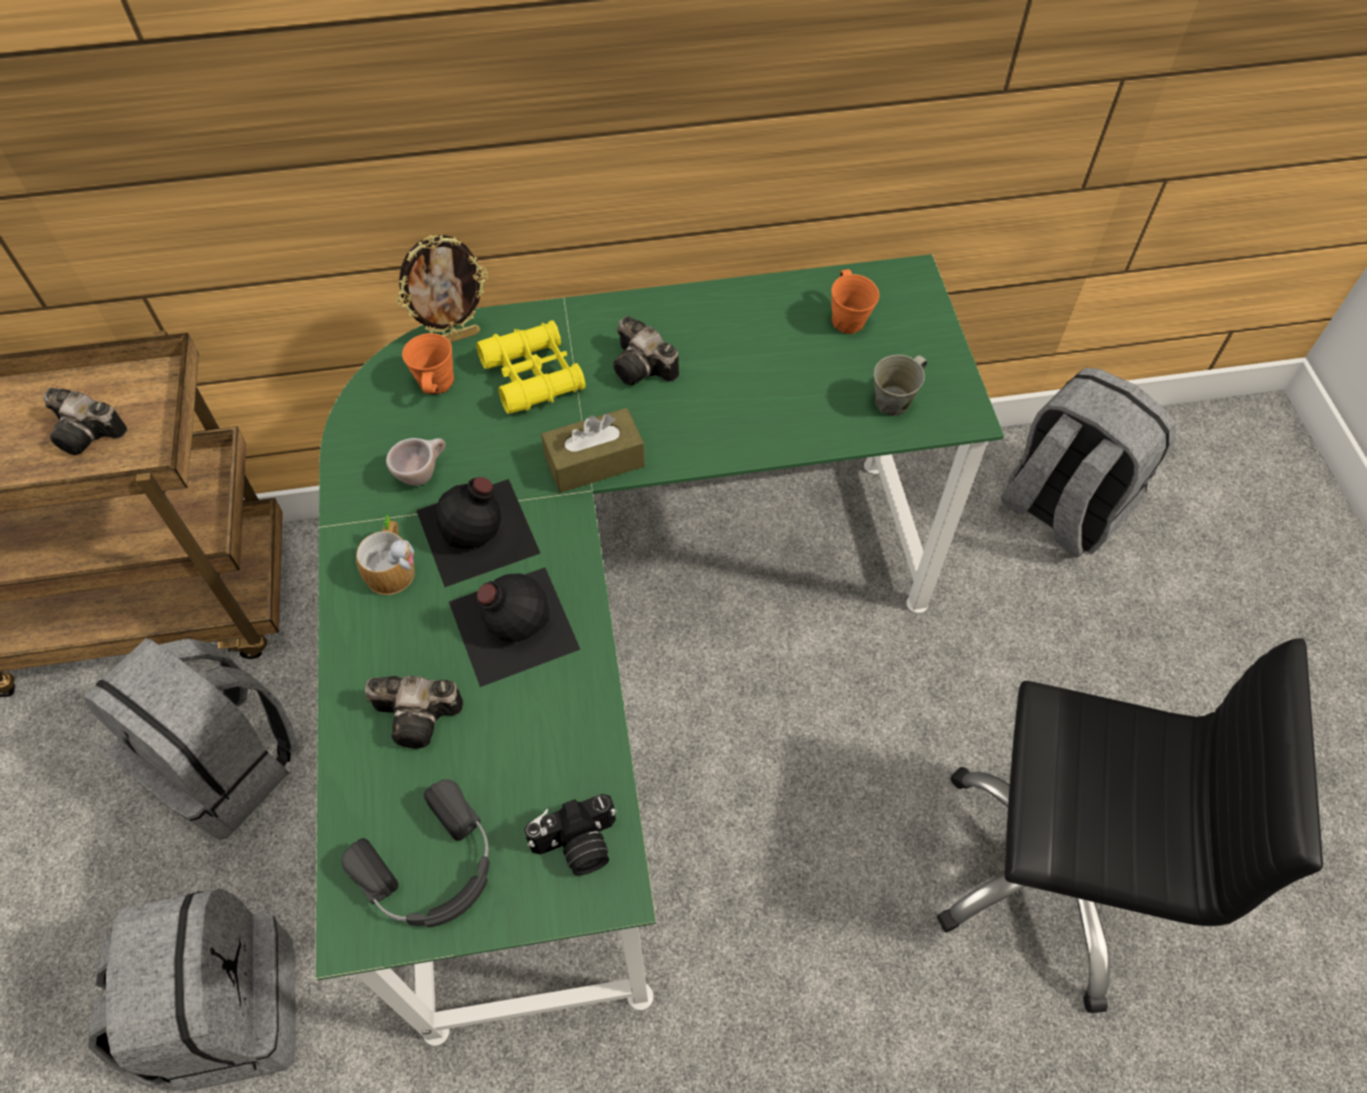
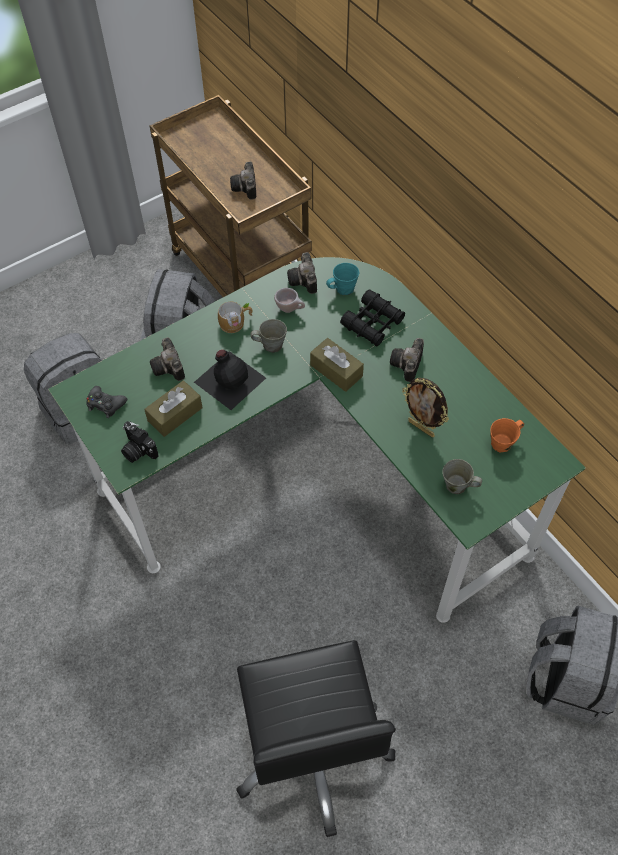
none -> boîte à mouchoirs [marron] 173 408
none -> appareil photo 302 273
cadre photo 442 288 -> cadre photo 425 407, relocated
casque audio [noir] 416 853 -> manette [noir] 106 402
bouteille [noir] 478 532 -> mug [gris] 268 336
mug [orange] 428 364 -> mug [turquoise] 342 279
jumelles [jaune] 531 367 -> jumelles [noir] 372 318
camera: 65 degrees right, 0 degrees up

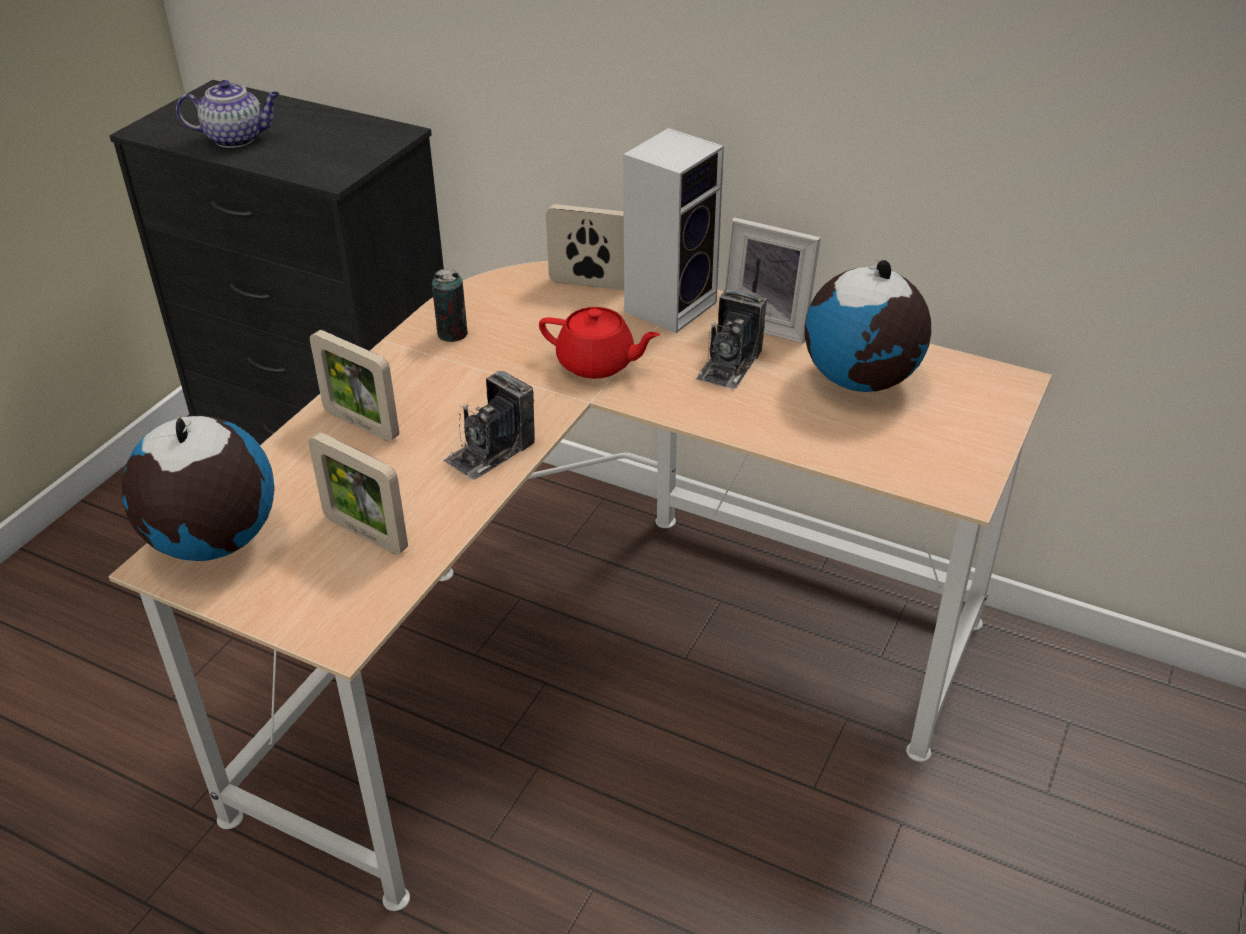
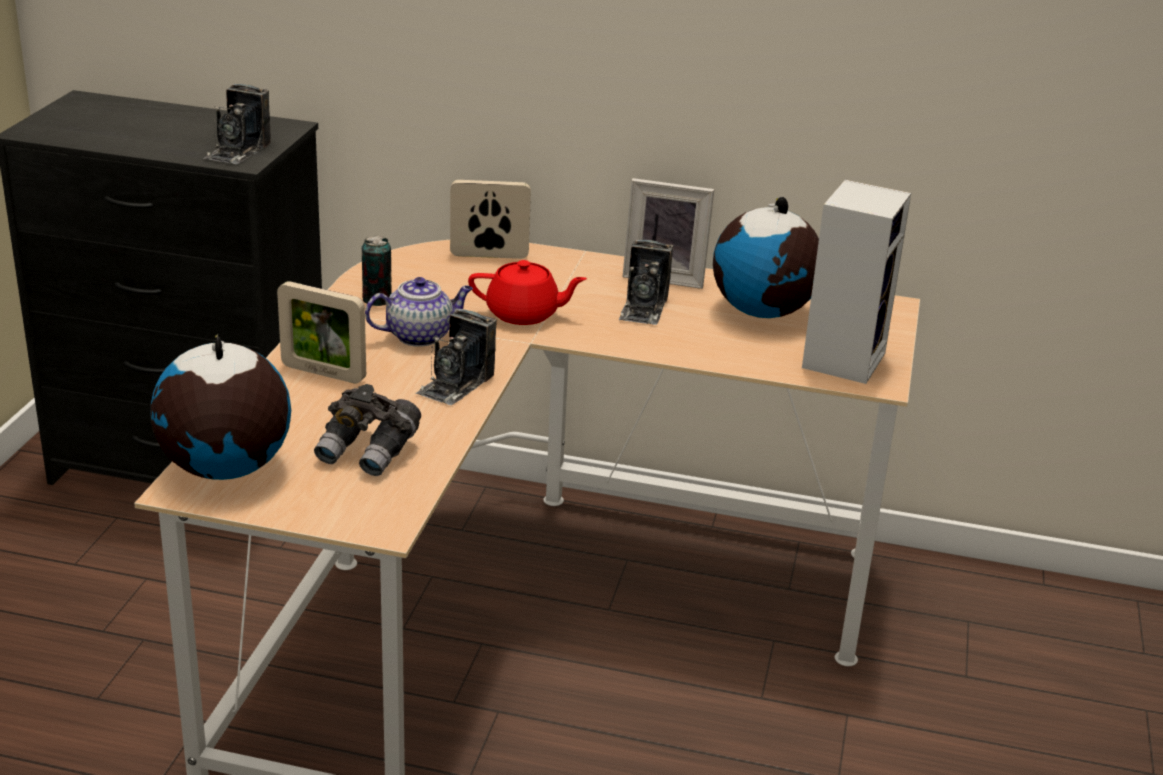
none -> appareil photo 236 124
théière 228 114 -> théière 419 312, relocated
enceinte 673 230 -> enceinte 856 282, relocated
cadre photo 358 493 -> jumelles [gris] 367 430
camera: 15 degrees left, 10 degrees down

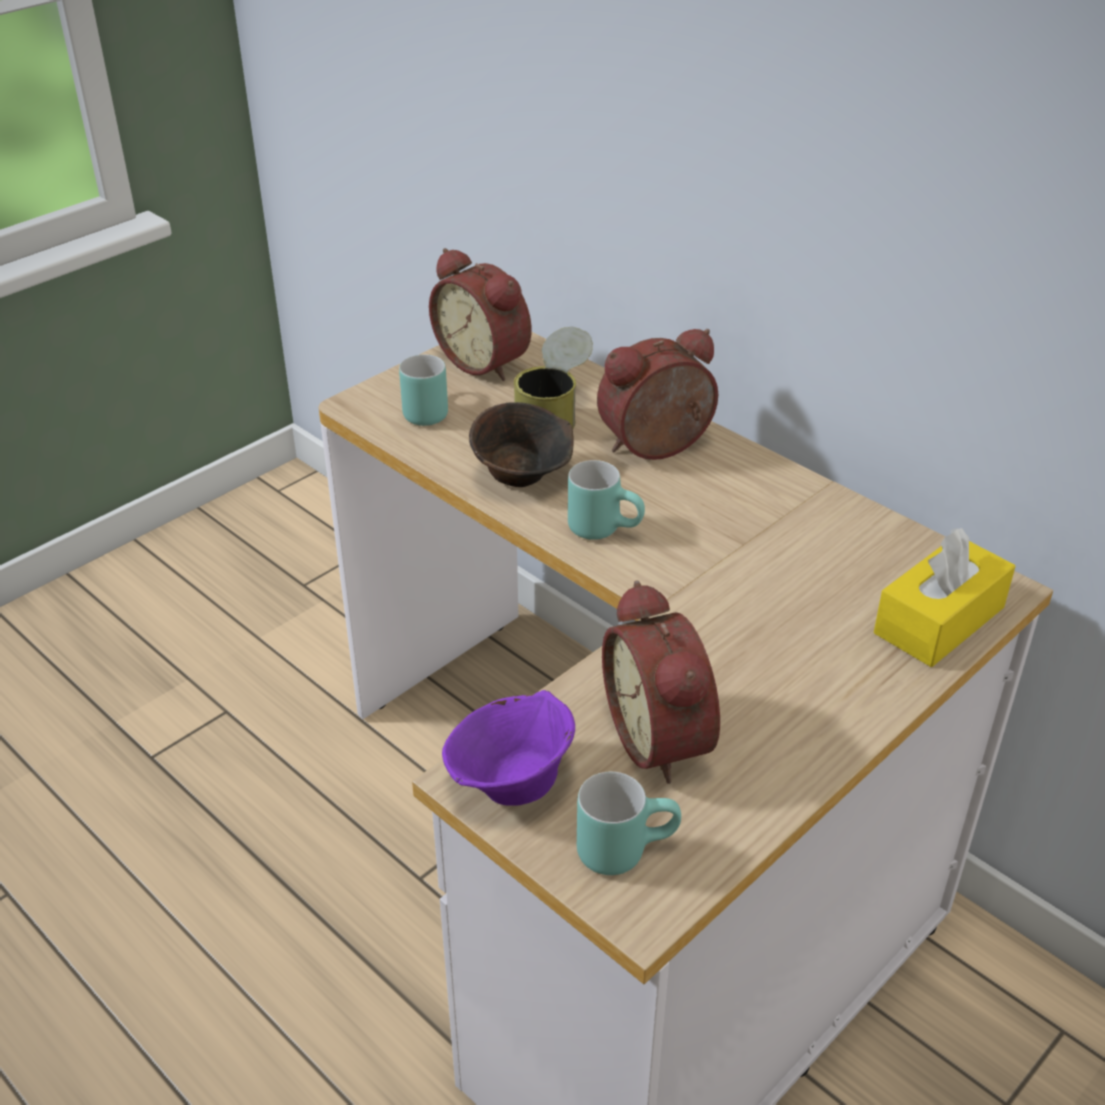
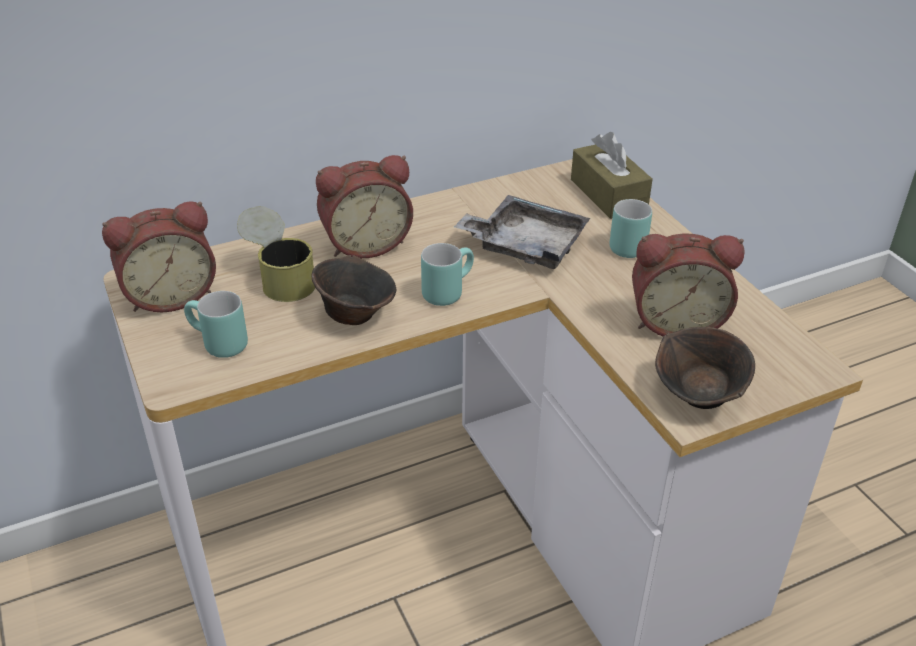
none -> plateau [gris] 522 232
mug [turquoise] 629 823 -> mug [turquoise] 630 228, relocated
bol [violet] 508 748 -> bol [marron] 705 368
boîte à mouchoirs [jaune] 945 597 -> boîte à mouchoirs [marron] 612 175
réveil 657 394 -> réveil 364 206, 105 degrees counterclockwise
camera: 70 degrees left, 0 degrees up

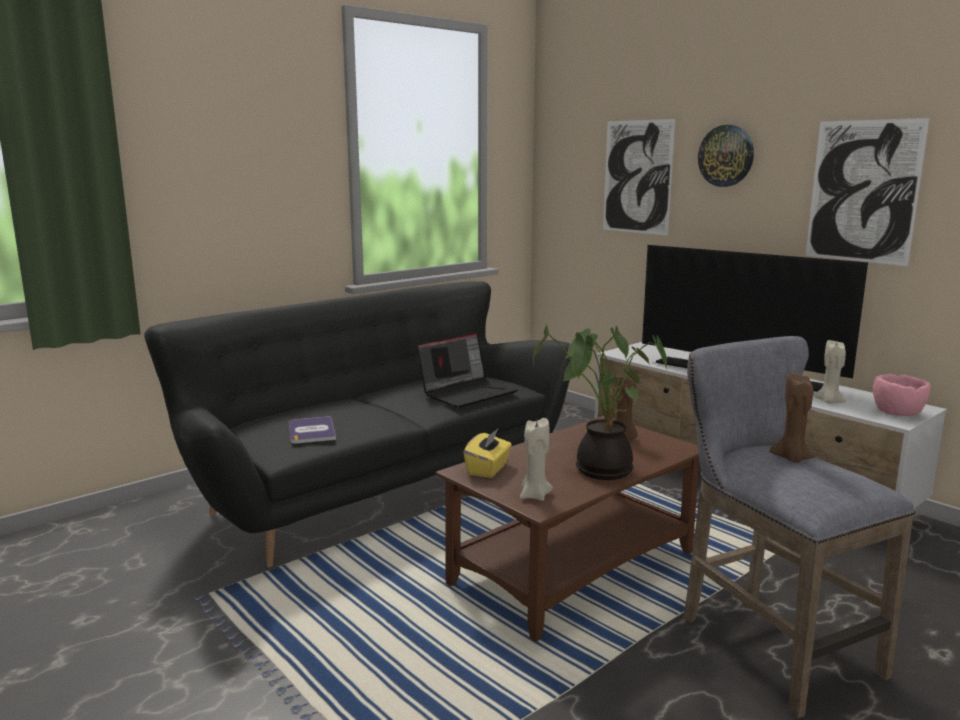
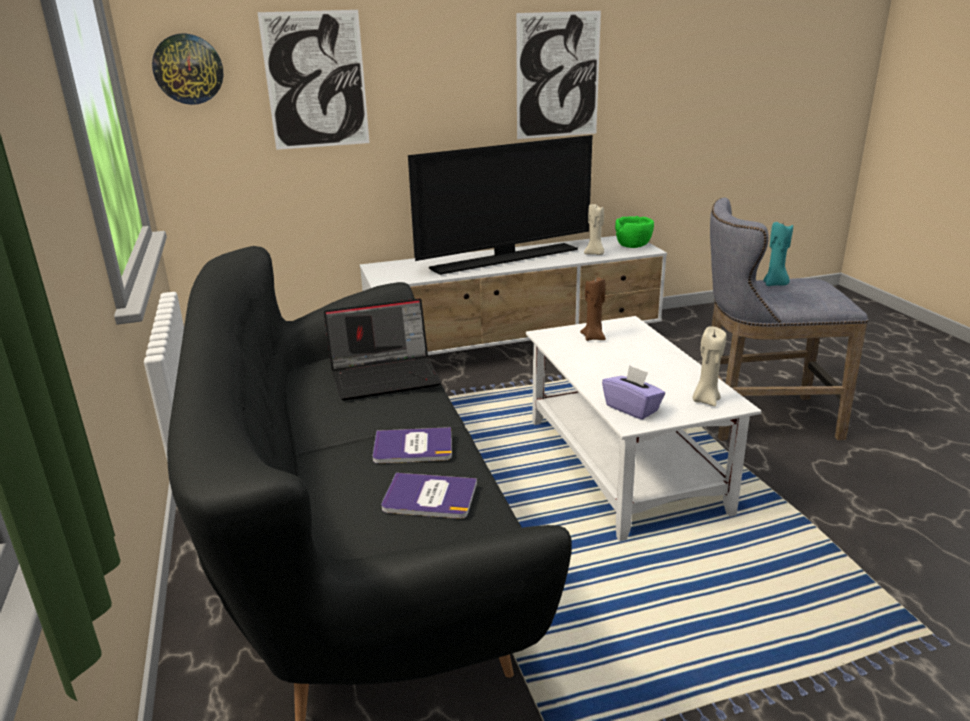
plante en pot 600 402 -> none
none -> livre 412 445
horloge murale 726 156 -> horloge murale 187 69, relocated
table basse [marron] 567 529 -> table basse [blanc] 643 428
boîte à mouchoirs [jaune] 487 453 -> boîte à mouchoirs [violet] 633 392
bougie [marron] 792 418 -> bougie [turquoise] 778 253
bol [rose] 902 395 -> bol [vert] 634 232
ordinateur portable 467 370 -> ordinateur portable 383 349, 90 degrees clockwise
camera: 65 degrees left, 10 degrees up

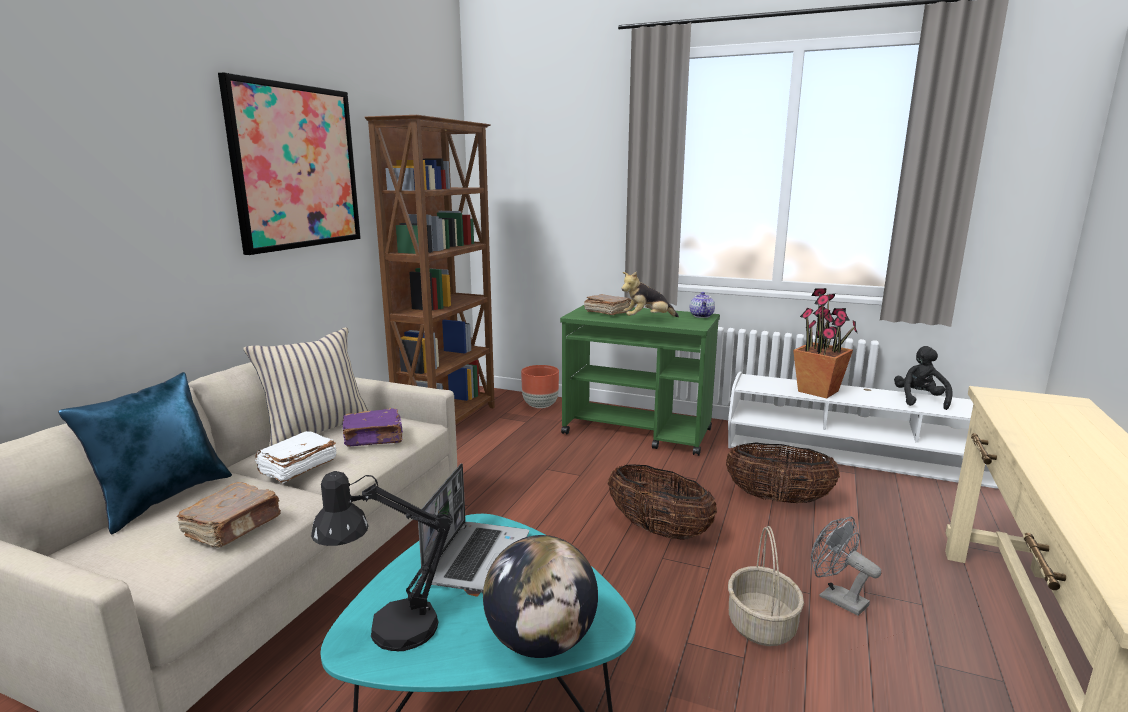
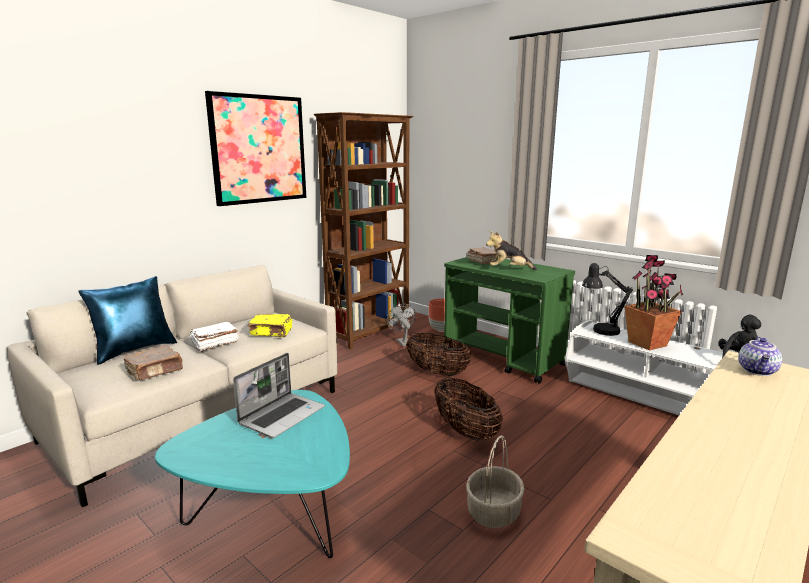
coussin [beige] 306 386 -> none
globe 540 596 -> none
lampe de table [noir] 382 561 -> lampe de table [noir] 607 299, relocated
théière 702 305 -> théière 760 356, relocated
panier 783 473 -> panier 438 354, relocated
ventilateur [gris] 846 566 -> ventilateur [gris] 401 325, relocated
livre [violet] 373 427 -> livre [jaune] 270 325
camera: 20 degrees right, 0 degrees up

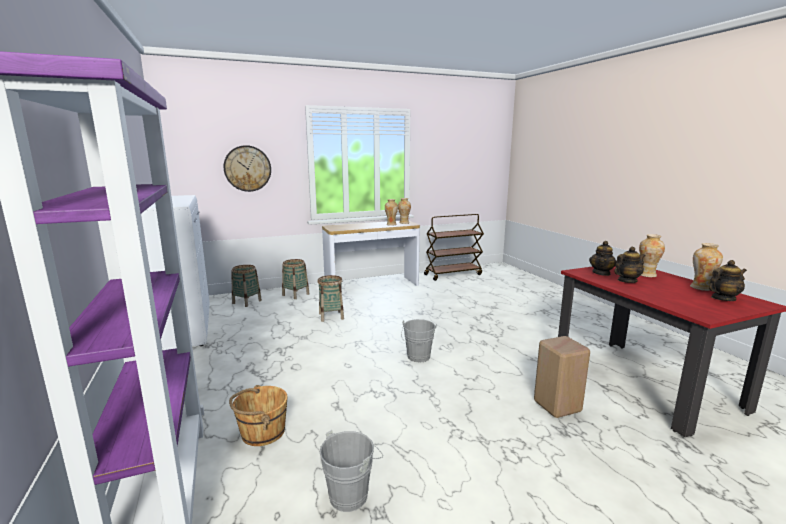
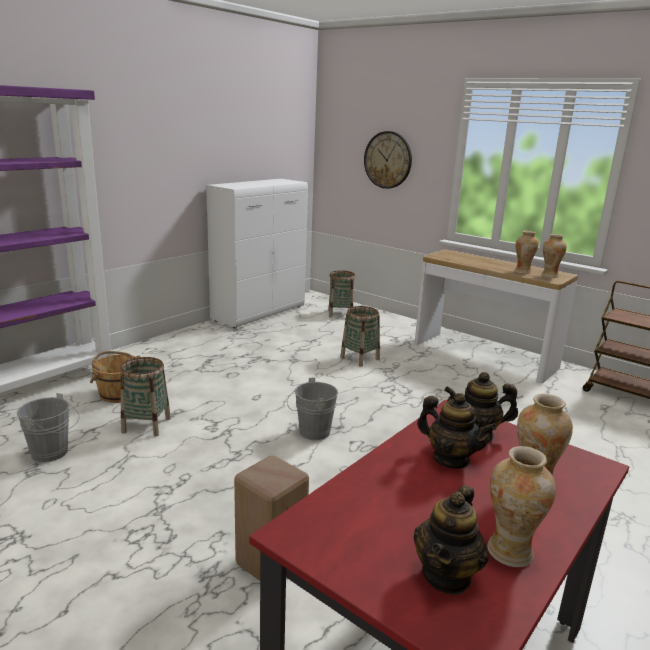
panier 295 279 -> panier 145 397, relocated
théière 728 280 -> théière 451 540, 75 degrees clockwise
camera: 60 degrees right, 5 degrees up

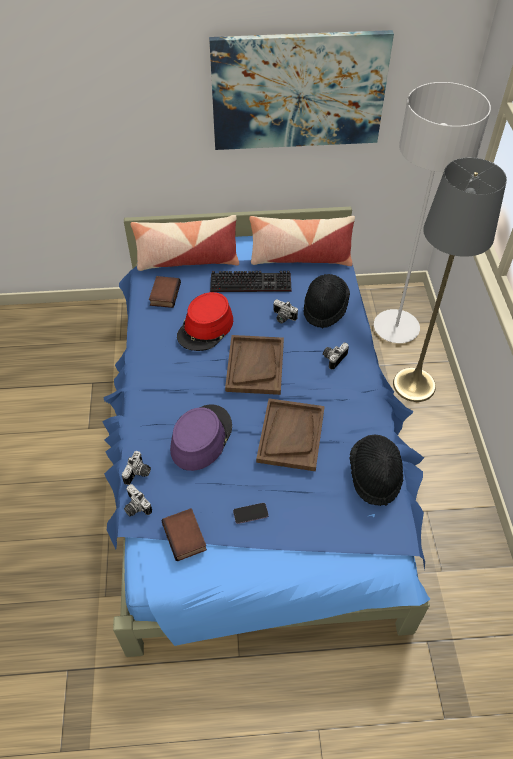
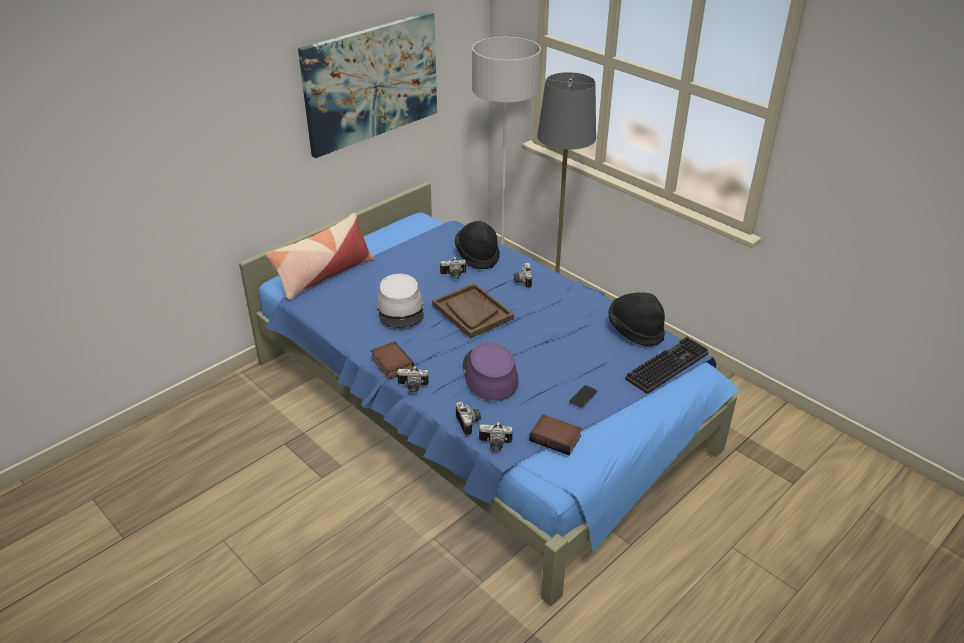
coussin 302 241 -> none
plateau [marron] 290 434 -> none
none -> appareil photo 413 379
livre 165 292 -> livre 392 360, relocated
clavier 250 281 -> clavier 667 365, relocated
chapeau [rouge] 205 321 -> chapeau [gris] 400 301
camera: 40 degrees left, 15 degrees down

